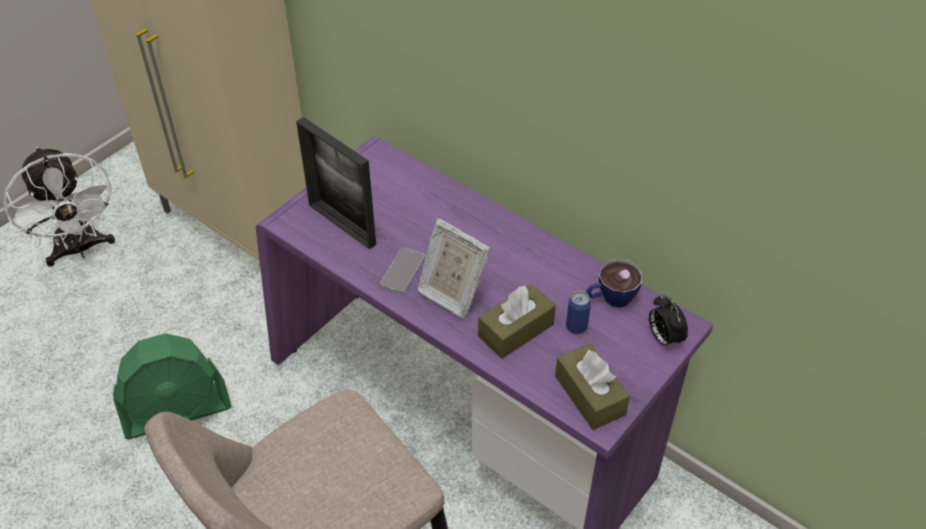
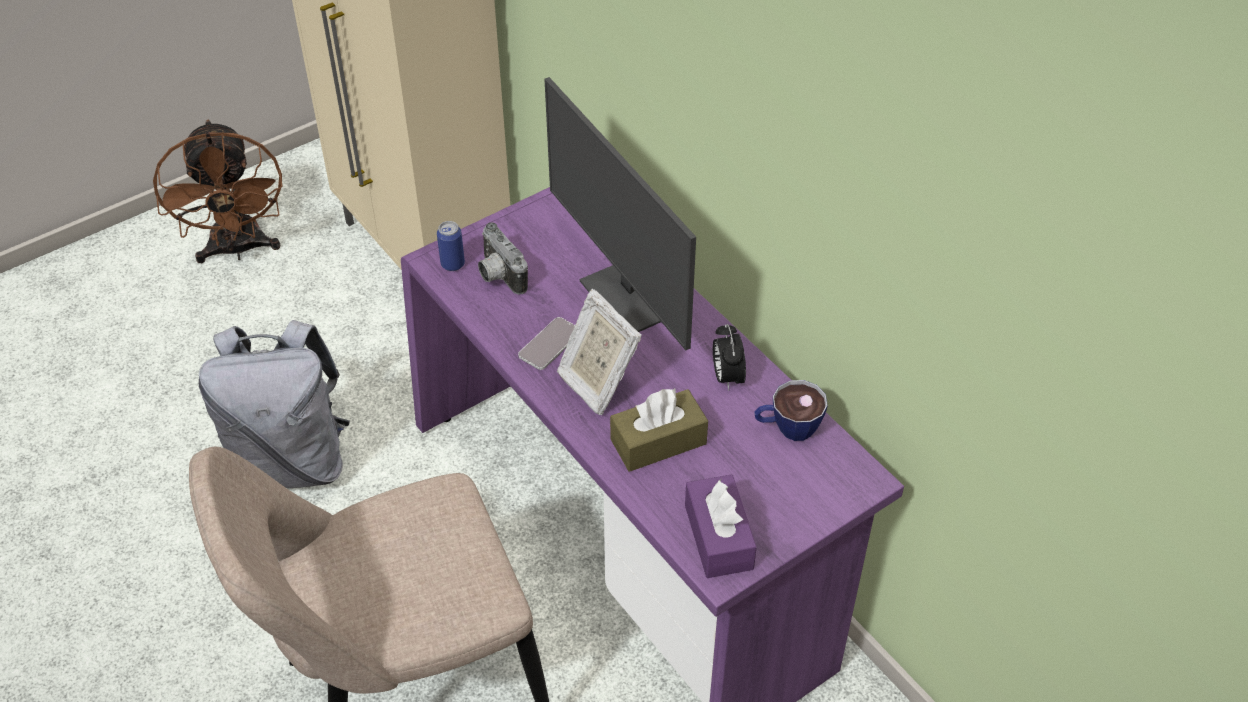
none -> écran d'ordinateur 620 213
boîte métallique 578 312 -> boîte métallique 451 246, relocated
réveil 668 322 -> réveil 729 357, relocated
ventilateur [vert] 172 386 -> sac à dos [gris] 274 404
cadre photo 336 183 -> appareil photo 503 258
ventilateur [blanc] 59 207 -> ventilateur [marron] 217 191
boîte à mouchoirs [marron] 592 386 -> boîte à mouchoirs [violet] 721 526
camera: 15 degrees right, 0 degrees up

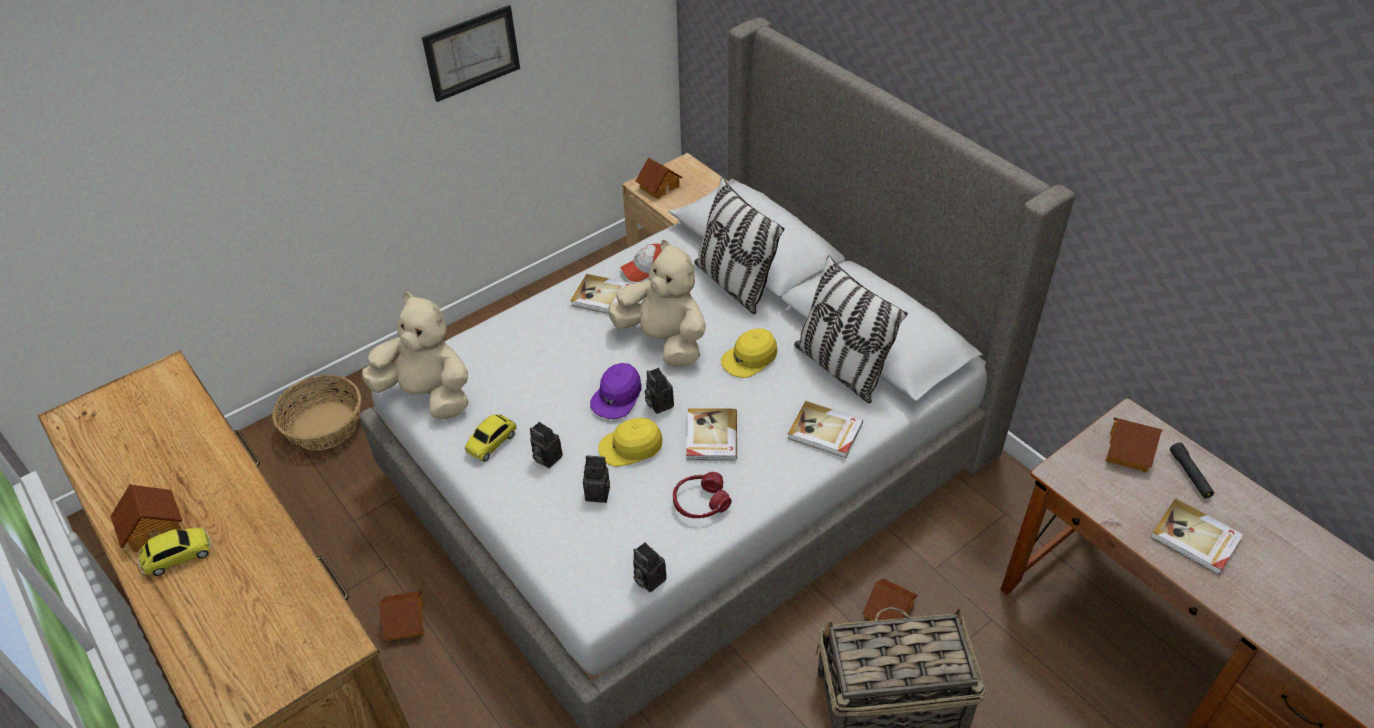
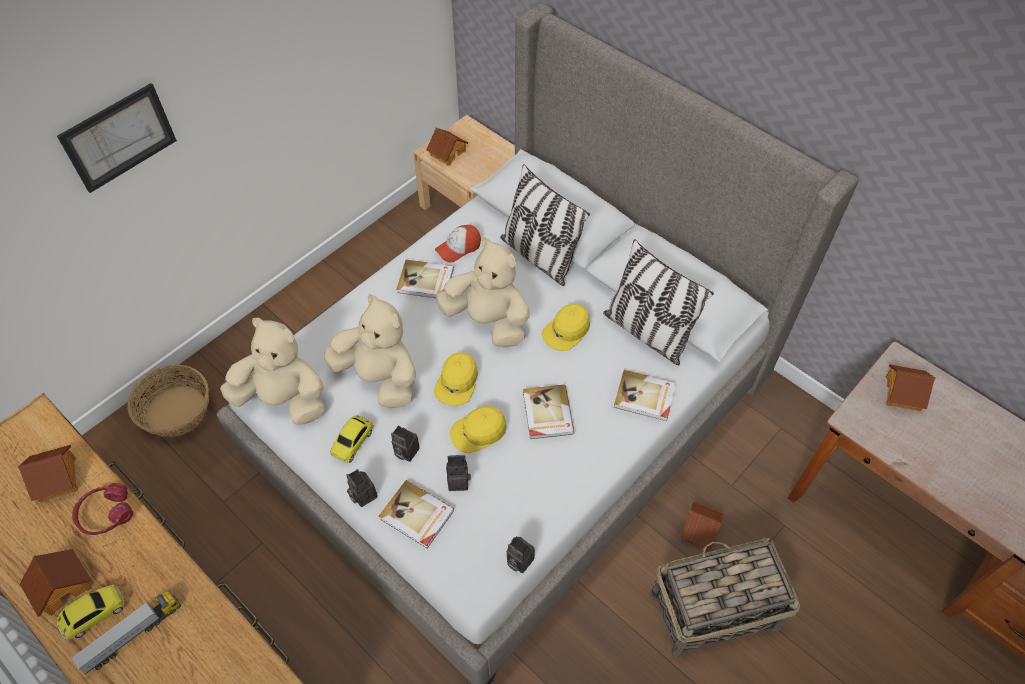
lampe de poche [noir] 1192 470 -> none
none -> camion jouet 126 632
none -> peluche [beige] 370 351
maison miniature 401 616 -> maison miniature 48 473, relocated
tableau 471 53 -> tableau 117 138, relocated
appareil photo 659 391 -> appareil photo 362 488, relocated
casque audio [rouge] 702 495 -> casque audio [rouge] 102 509, relocated
livre 1196 536 -> livre 416 514, relocated
casquette [violet] 616 391 -> casquette [jaune] 456 379
camera: 10 degrees left, 10 degrees up

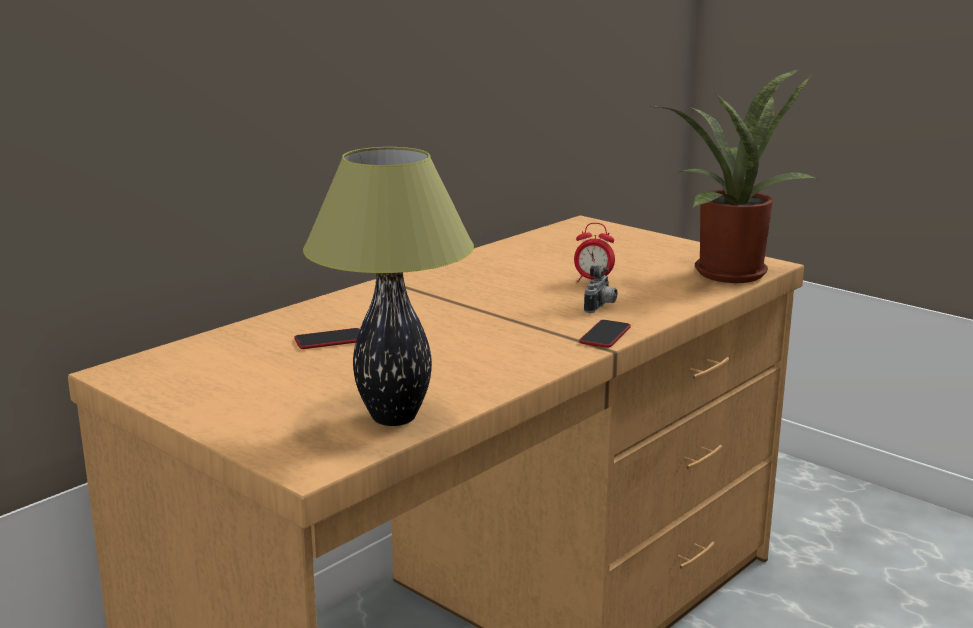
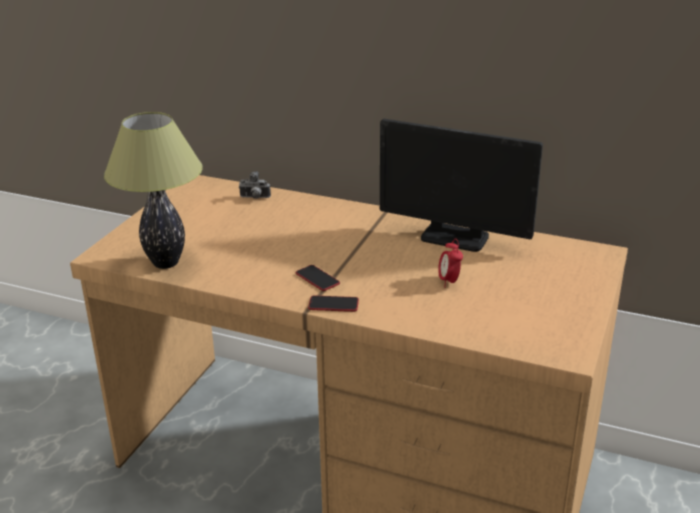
plante en pot 732 175 -> none
none -> écran d'ordinateur 461 185
téléphone 327 338 -> téléphone 318 278, relocated
appareil photo 600 289 -> appareil photo 255 185, relocated
camera: 70 degrees right, 10 degrees up

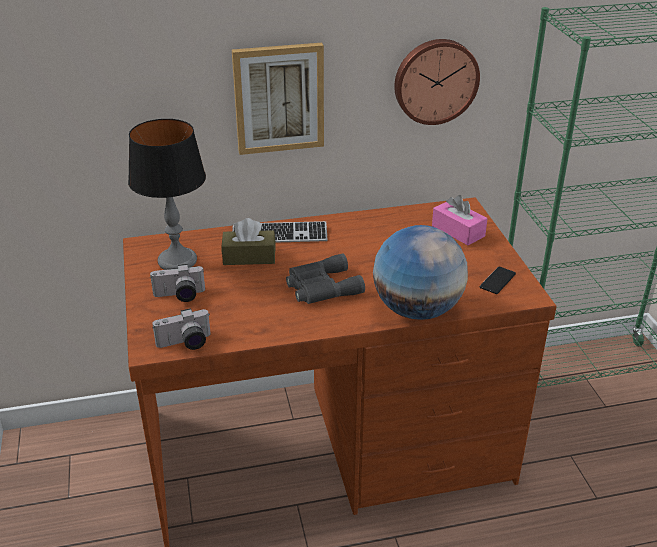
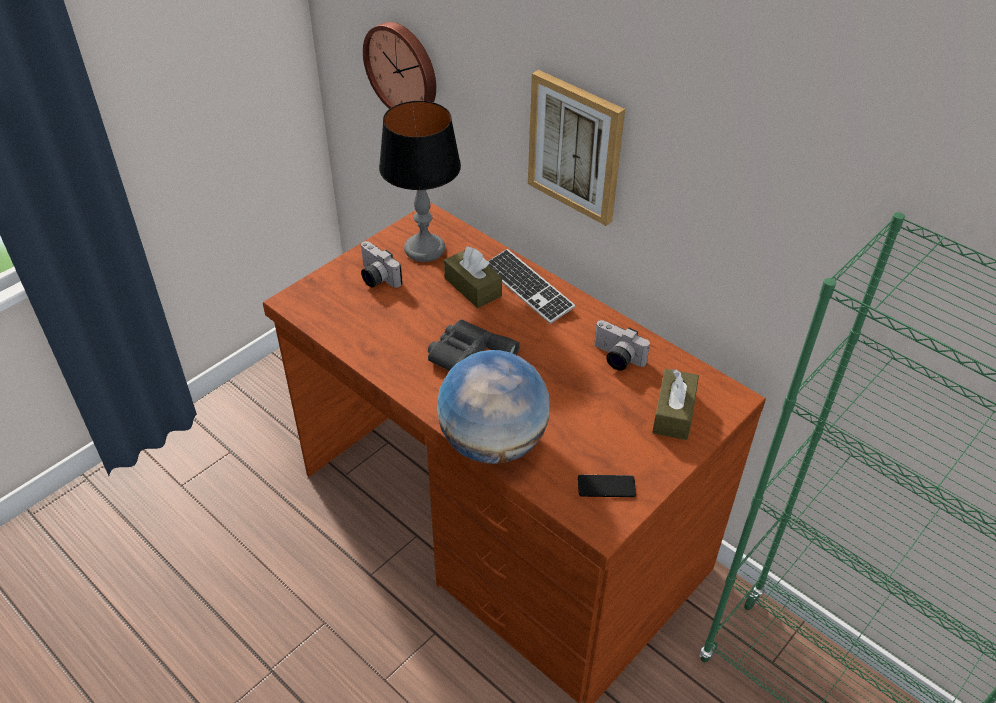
appareil photo 181 329 -> appareil photo 622 345, relocated
horloge murale 437 82 -> horloge murale 399 65, relocated
boîte à mouchoirs [rose] 460 220 -> boîte à mouchoirs [marron] 675 404
camera: 55 degrees right, 10 degrees up

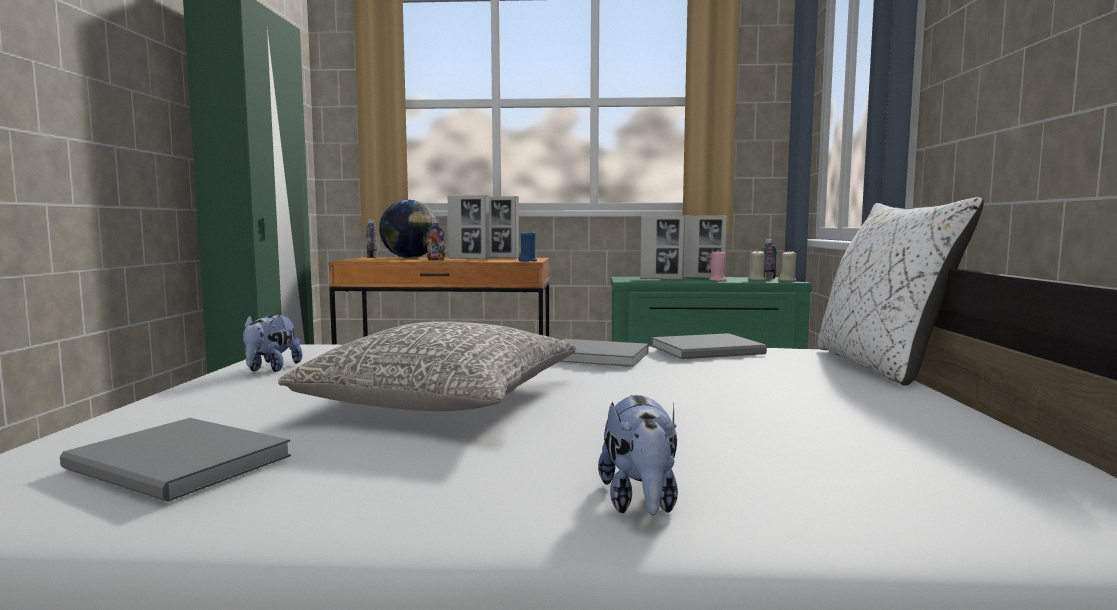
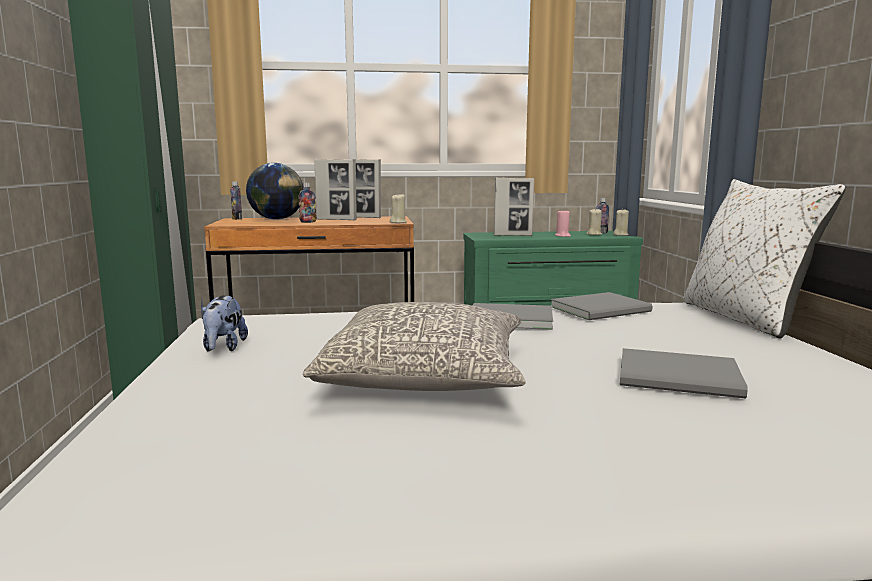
peluche 638 455 -> none
cadre photo 705 246 -> none
livre [gris] 175 460 -> livre [gris] 684 373, relocated
bougie [bleu] 527 246 -> bougie [beige] 398 208
camera: 10 degrees left, 5 degrees up

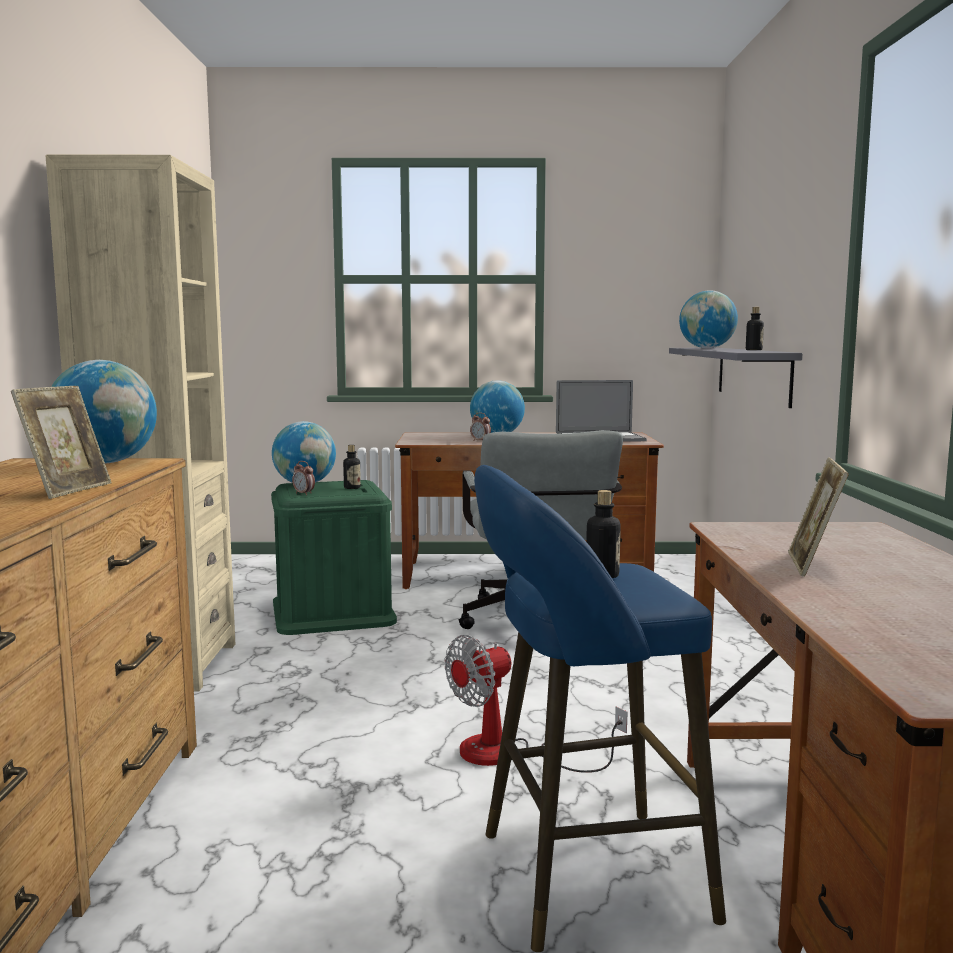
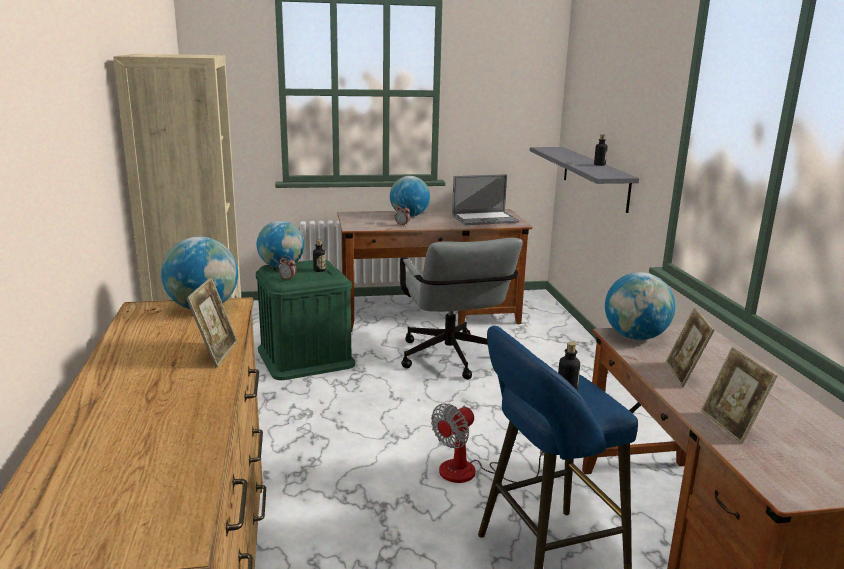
none -> cadre photo 739 395
globe 708 319 -> globe 640 306, relocated
camera: 10 degrees left, 10 degrees up

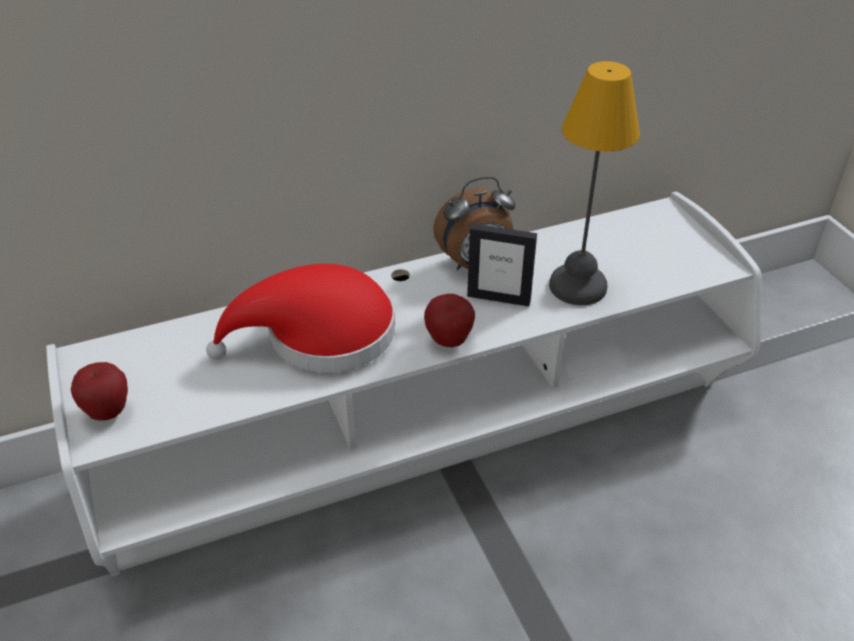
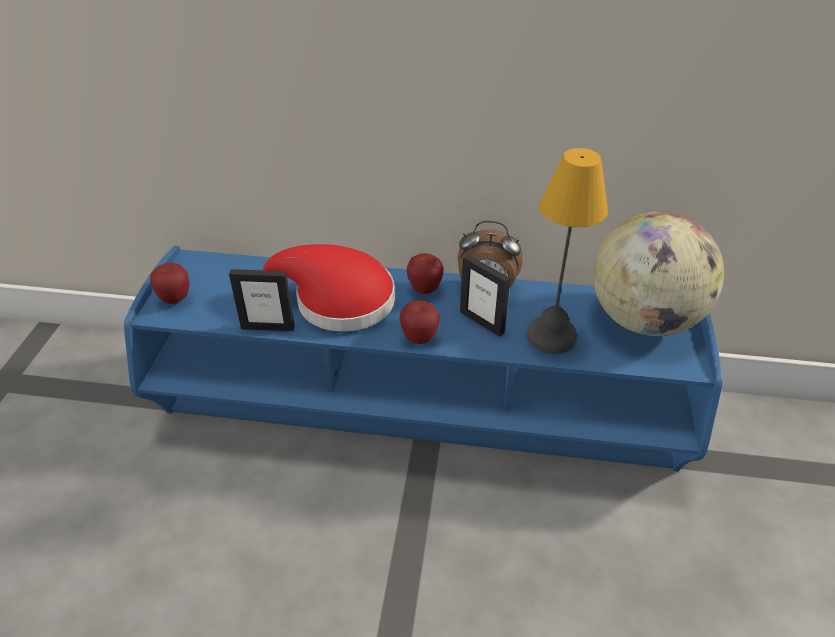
none -> cadre photo 262 300
none -> pomme 425 273
none -> globe 658 274
meuble télé [blanc] 403 384 -> meuble télé [bleu] 423 358
camera: 30 degrees right, 0 degrees up

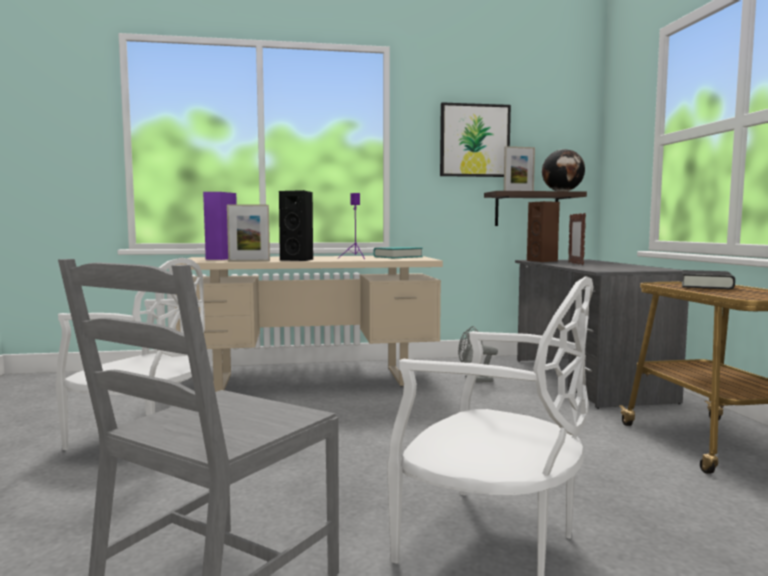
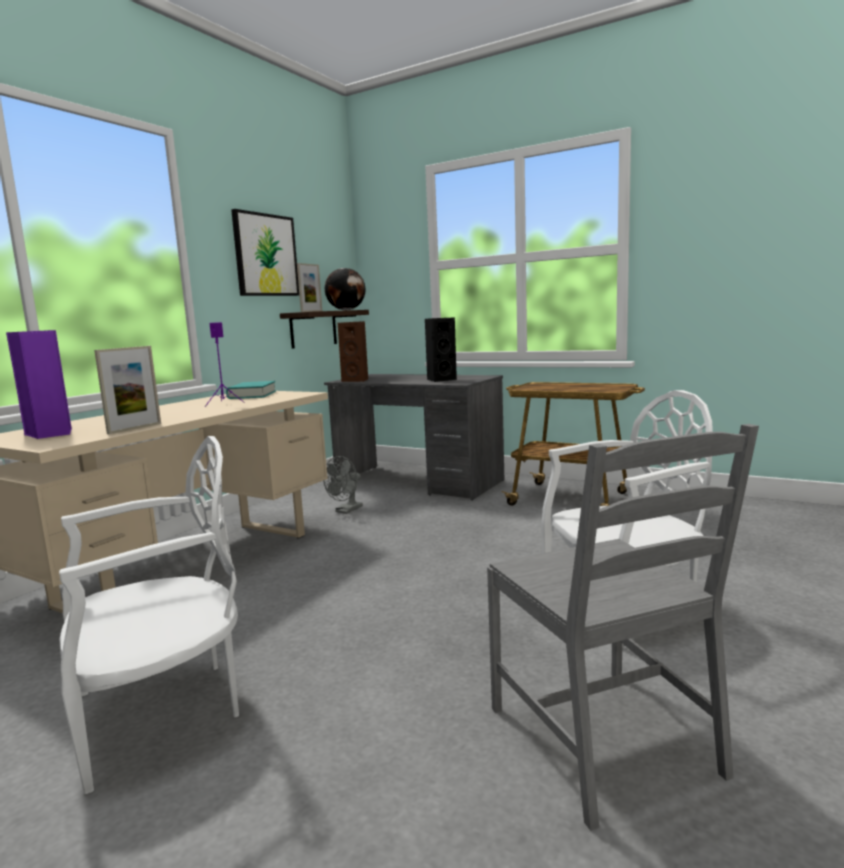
cadre photo 577 239 -> none
livre [noir] 708 279 -> none
enceinte [noir] 296 225 -> enceinte [noir] 441 349, relocated
camera: 50 degrees left, 5 degrees up

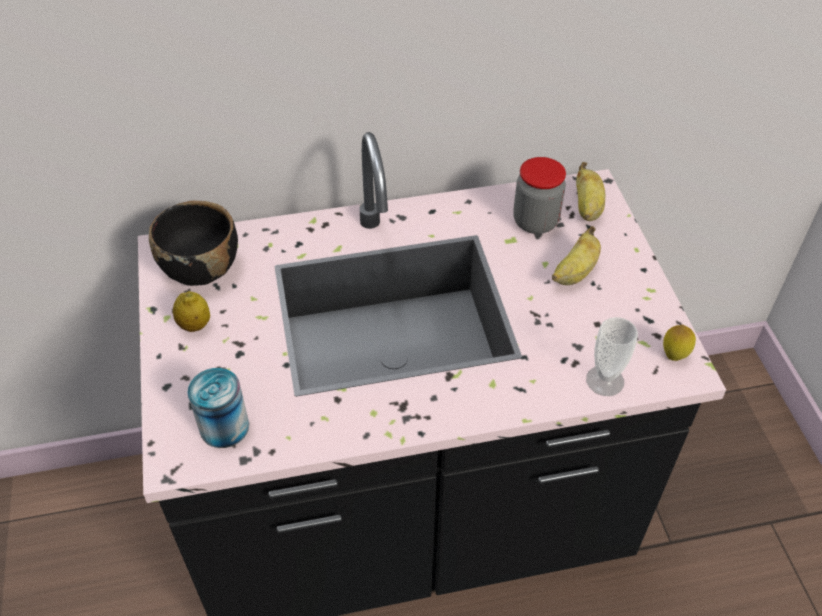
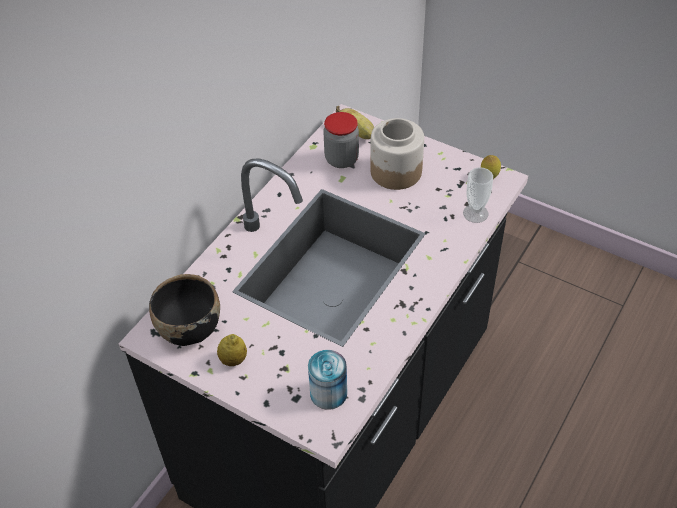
banane 576 255 -> bocal 397 154
camera: 45 degrees left, 0 degrees up

